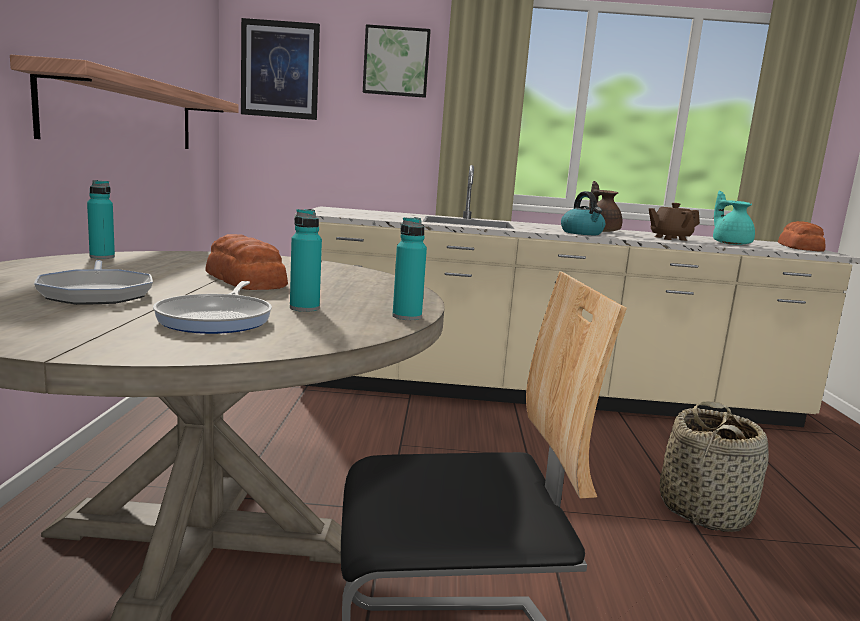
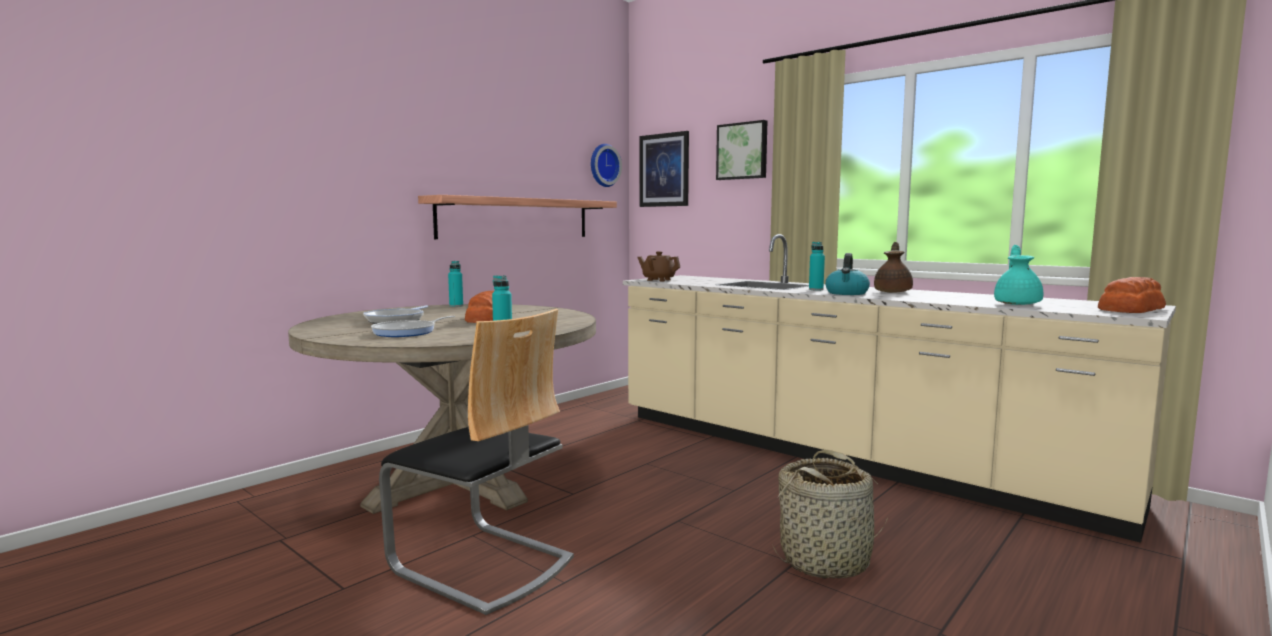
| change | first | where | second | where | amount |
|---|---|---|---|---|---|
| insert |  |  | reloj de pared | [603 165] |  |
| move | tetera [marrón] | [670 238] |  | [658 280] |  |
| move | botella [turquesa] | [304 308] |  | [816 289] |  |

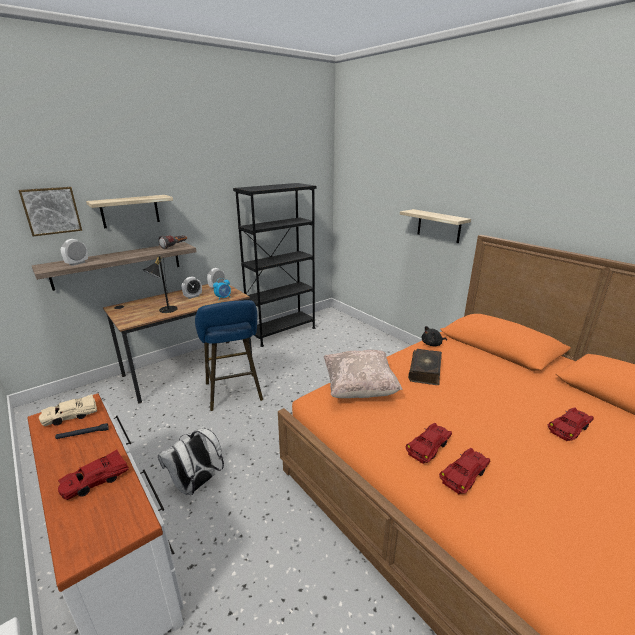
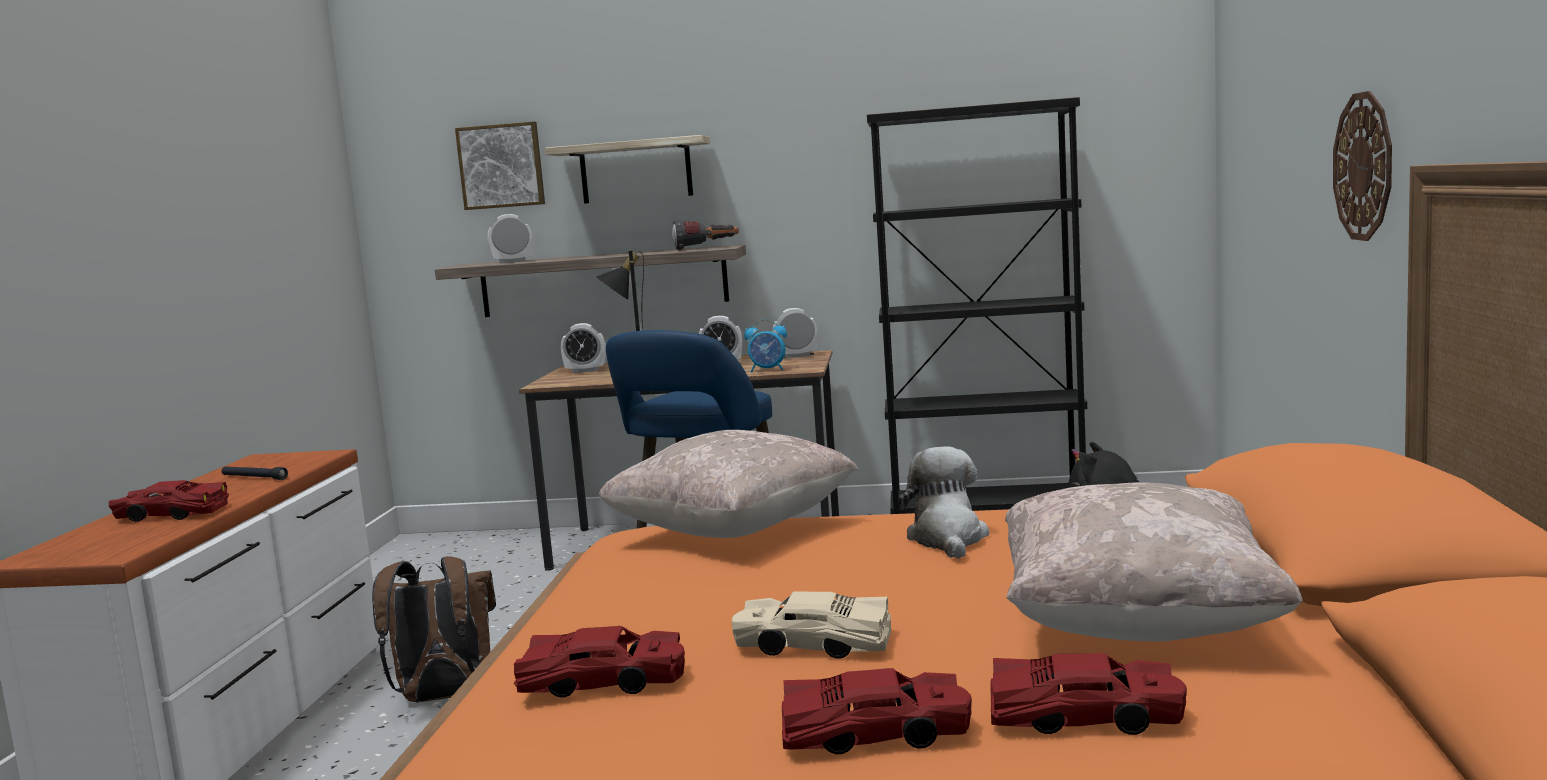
| change | first | where | second | where | amount |
|---|---|---|---|---|---|
| recolor | mochila [blanco] | [196 485] | mochila [marrón] | [443 697] |  |
| insert |  |  | despertador | [585 371] |  |
| move | coche de juguete [beis] | [70 416] |  | [812 643] |  |
| move | coche de juguete [rojo] | [429 447] |  | [875 734] |  |
| replace | libro | [425 371] | peluche | [947 539] |  |
| insert |  |  | cojín [beis] | [1137 624] |  |
| replace | estante | [438 226] | reloj de pared | [1364 166] |  |

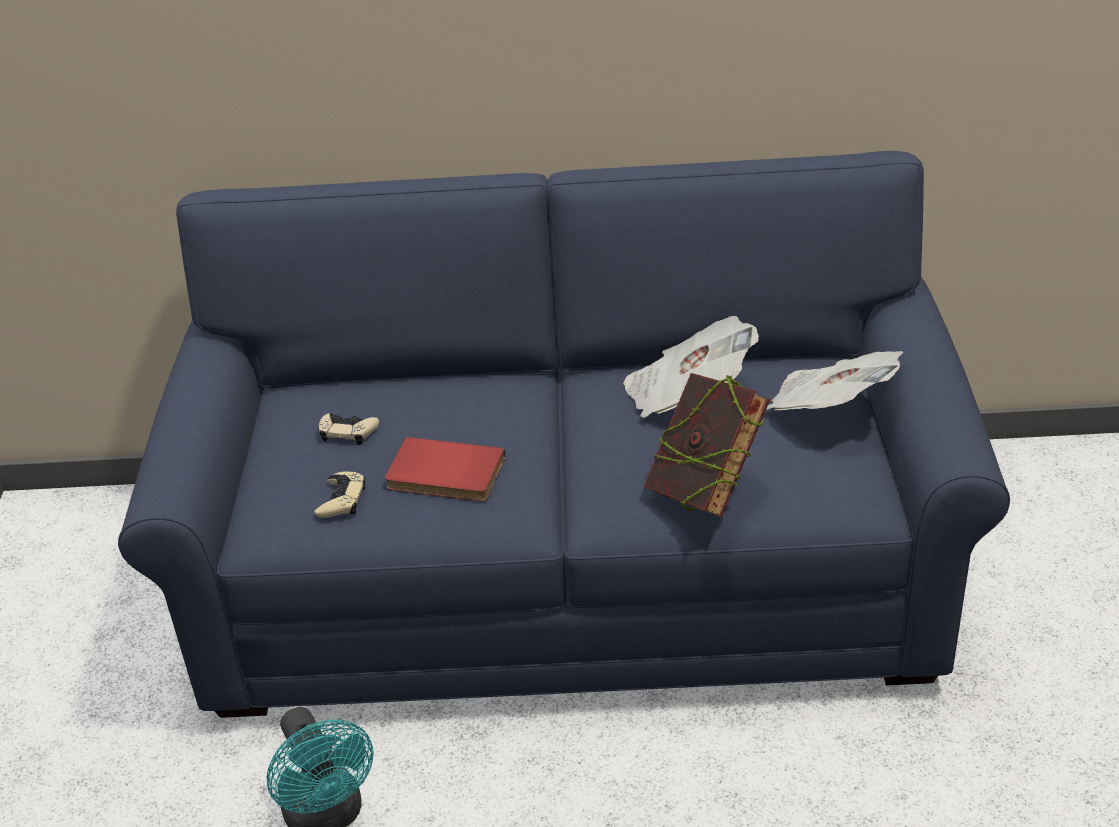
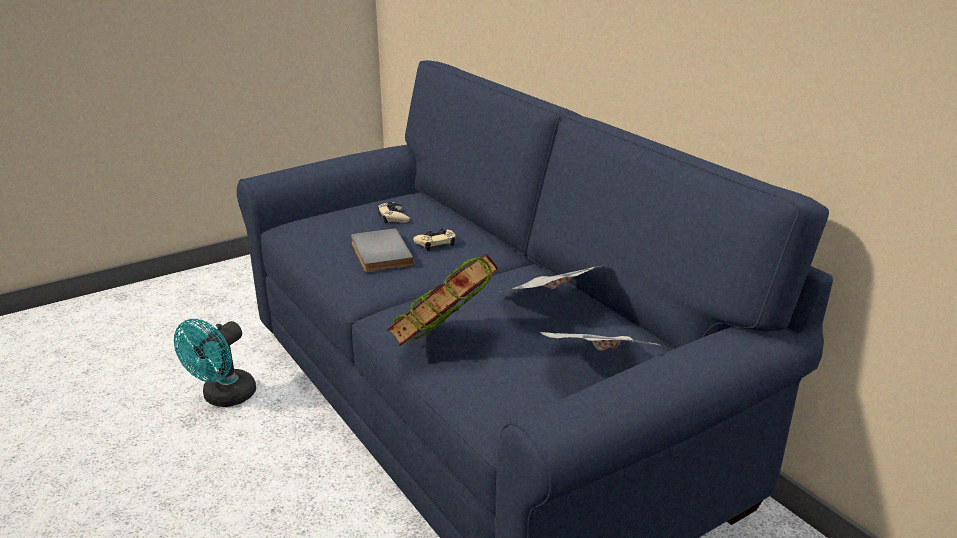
| change | first | where | second | where | amount |
|---|---|---|---|---|---|
| recolor | libro [rojo] | [444 475] | libro [gris] | [378 253] |  |
| move | mando de consola [beis] | [342 500] |  | [436 243] |  |

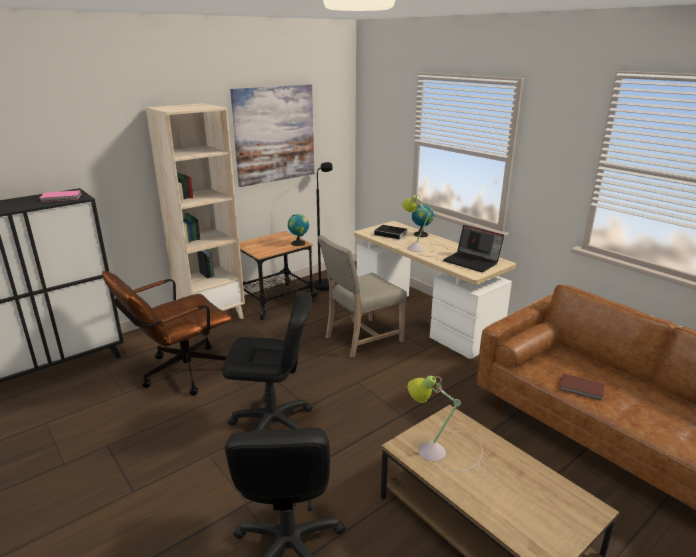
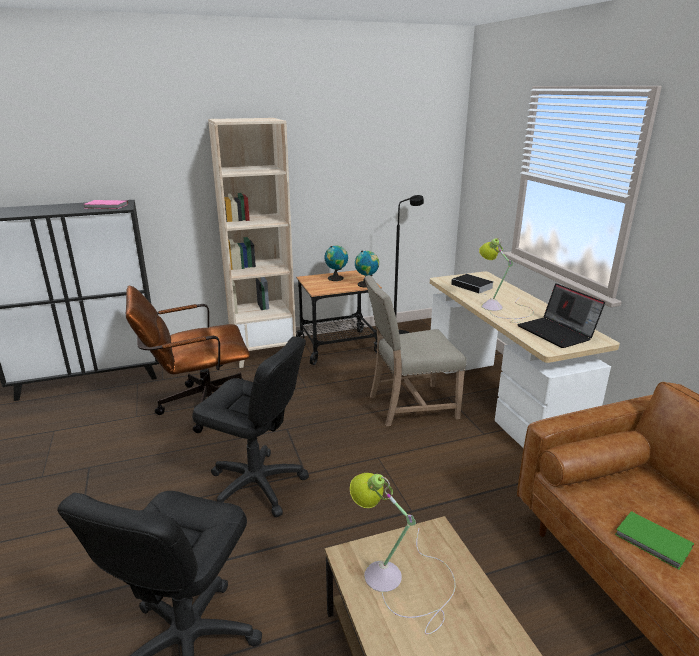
| change | first | where | second | where | amount |
|---|---|---|---|---|---|
| move | globo terráqueo | [421 234] |  | [336 278] |  |
| recolor | libro [marrón] | [582 389] | libro [verde] | [653 542] |  |
| delete | cuadro | [274 134] |  |  |  |

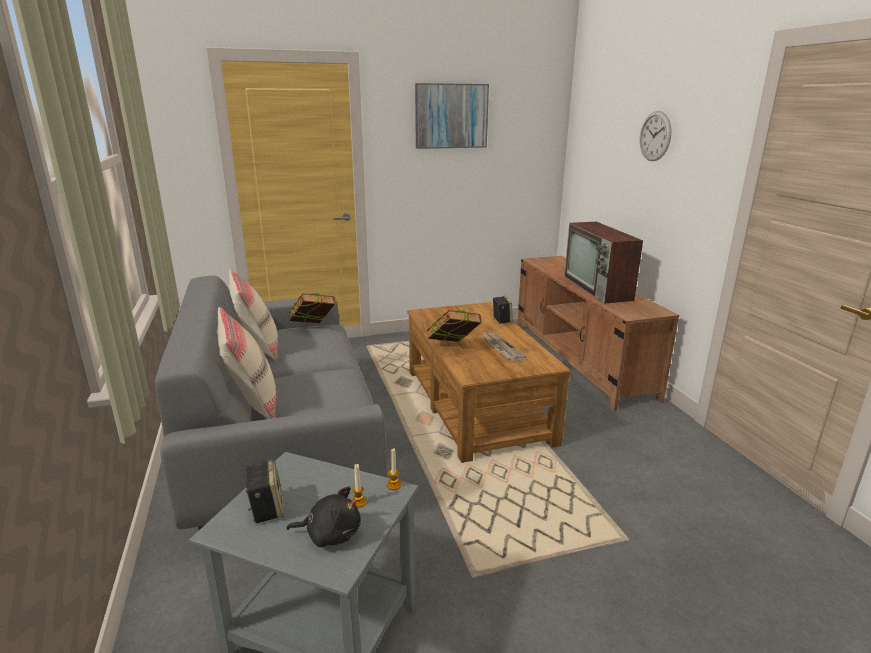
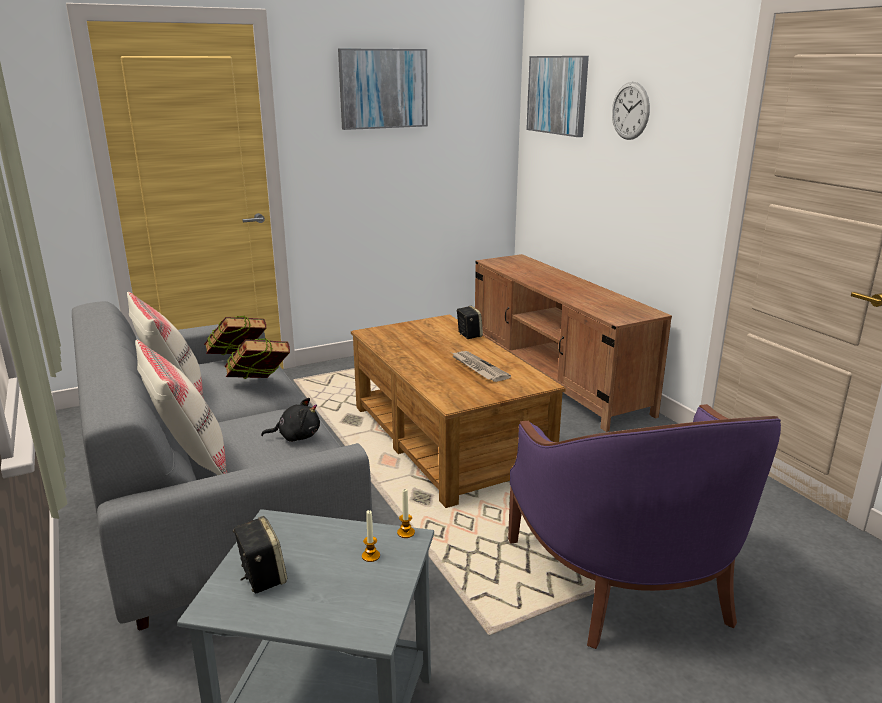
| change | first | where | second | where | amount |
|---|---|---|---|---|---|
| move | libro | [453 348] |  | [259 387] |  |
| move | peluche [negro] | [330 534] |  | [296 436] |  |
| insert |  |  | sillón [morado] | [625 578] |  |
| insert |  |  | cuadro | [557 95] |  |
| delete | televisor | [598 288] |  |  |  |

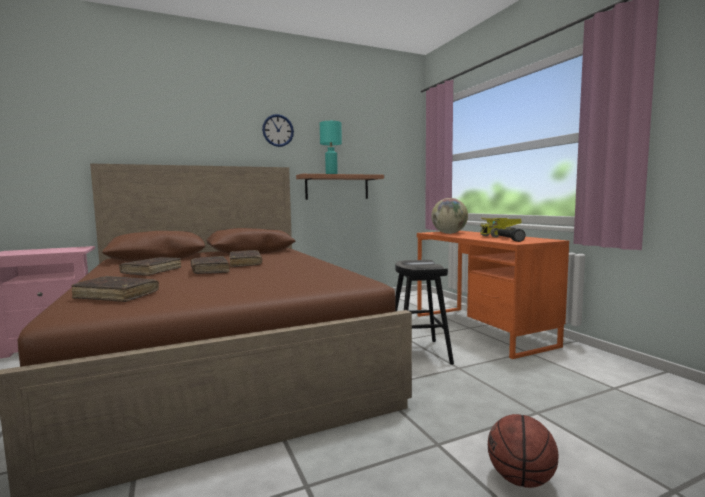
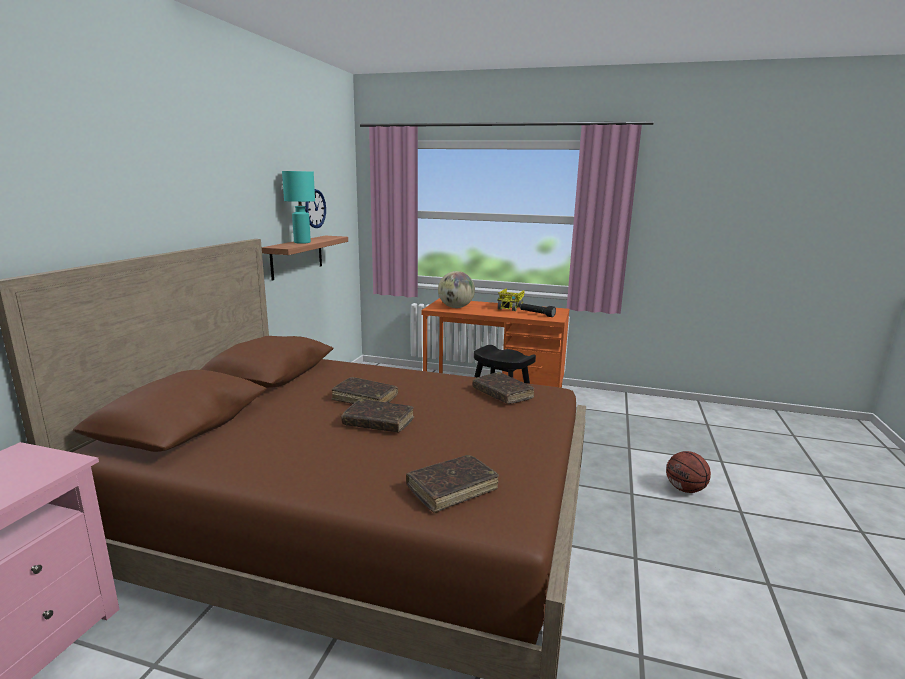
| change | first | where | second | where | amount |
|---|---|---|---|---|---|
| move | reloj de pared | [278 130] |  | [315 208] |  |
| move | libro [marrón] | [152 271] |  | [502 394] |  |

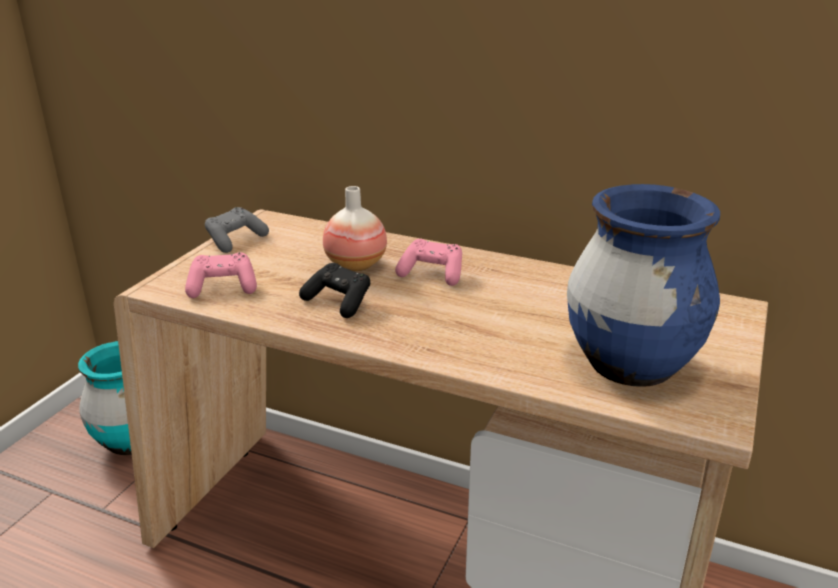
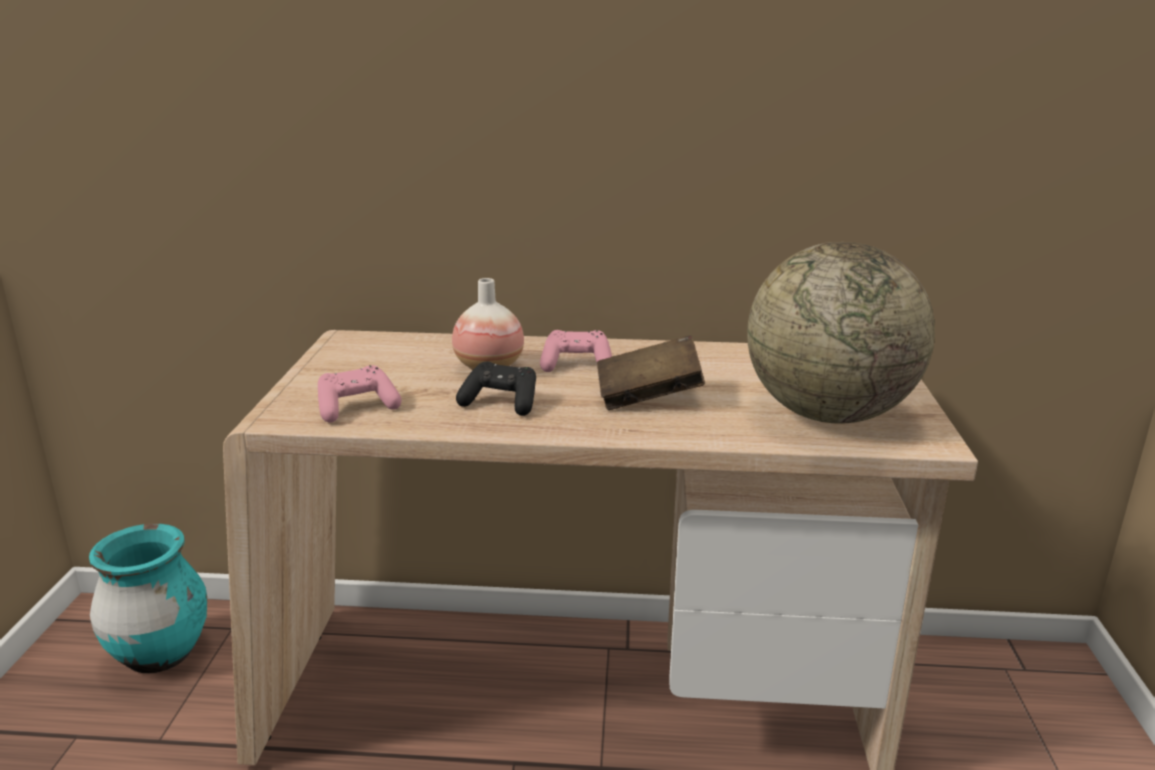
| change | first | where | second | where | amount |
|---|---|---|---|---|---|
| insert |  |  | libro [marrón] | [648 397] |  |
| replace | florero [azul] | [630 366] | globo terráqueo | [827 414] |  |
| delete | mando de consola [gris] | [235 240] |  |  |  |

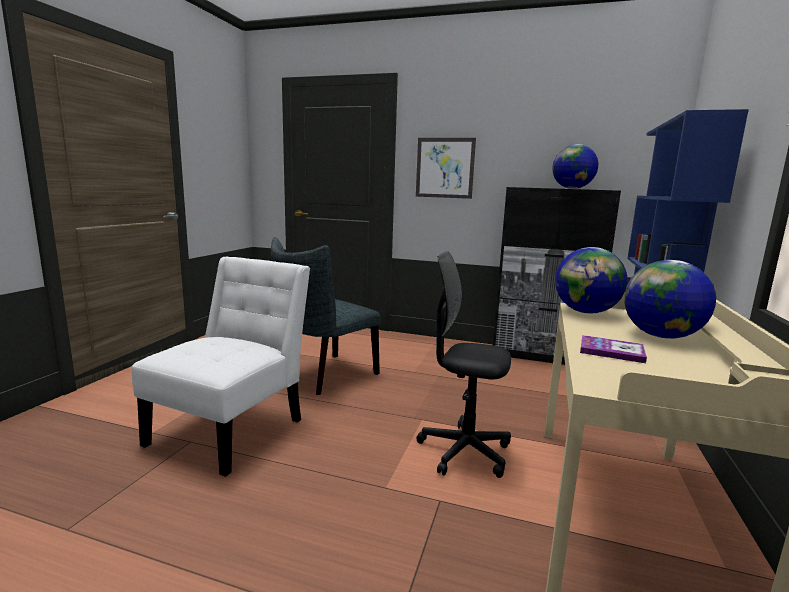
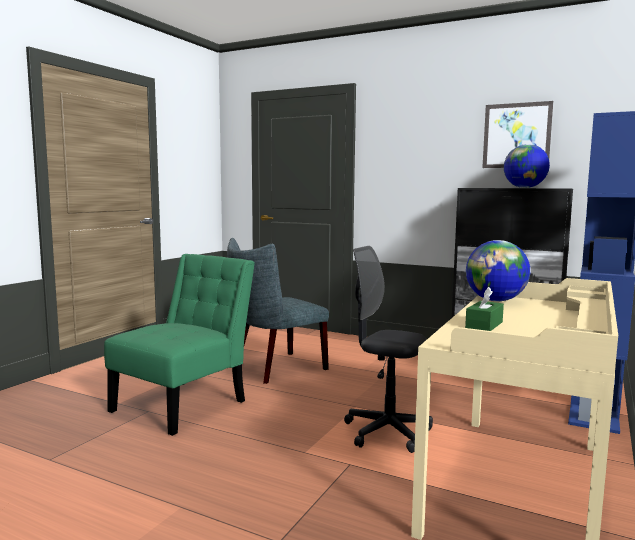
| change | first | where | second | where | amount |
|---|---|---|---|---|---|
| recolor | silla [blanco] | [233 428] | silla [verde] | [184 404] |  |
| replace | libro | [611 351] | caja de pañuelos [verde] | [484 325] |  |
| move | cuadro | [445 168] |  | [516 135] |  |
| delete | globo terráqueo | [661 336] |  |  |  |

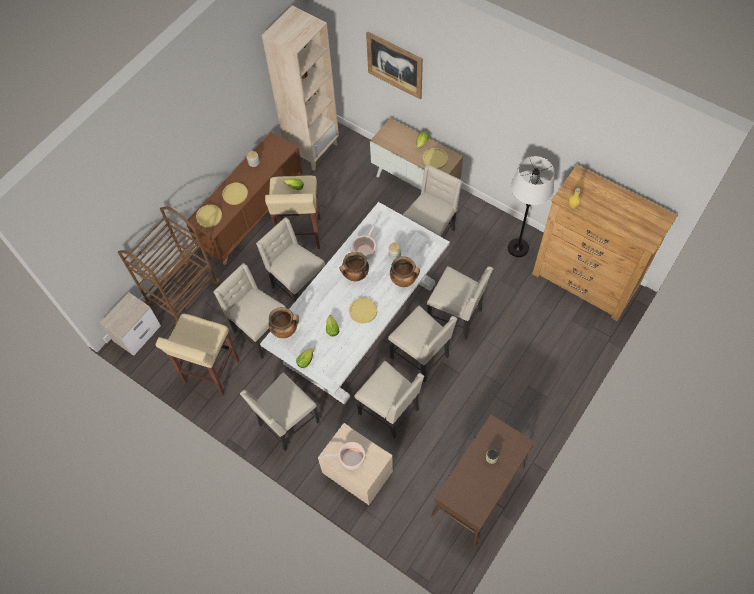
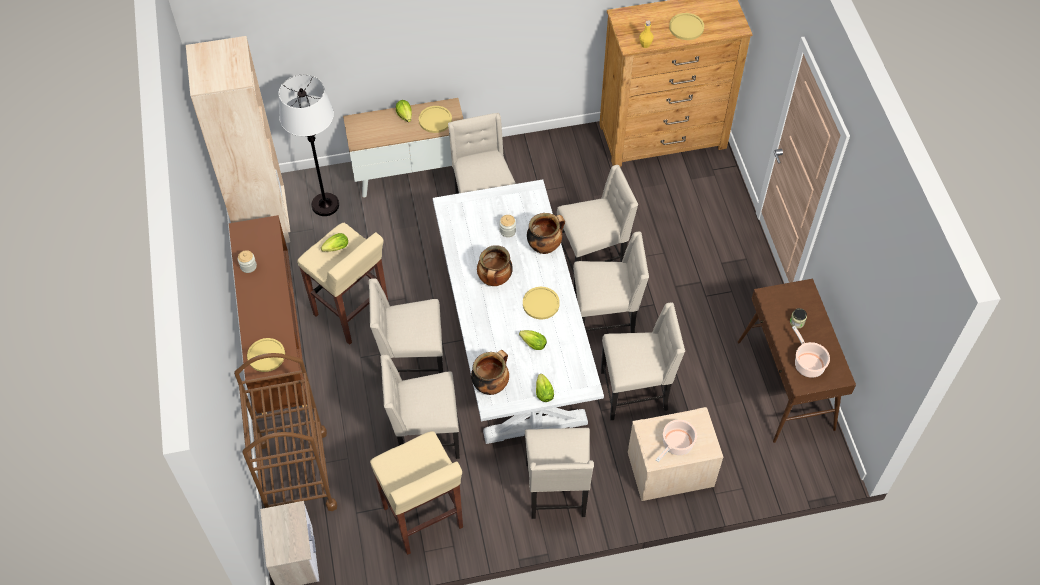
| change | first | where | second | where | amount |
|---|---|---|---|---|---|
| move | lámpara de pie [blanco] | [518 248] |  | [325 205] |  |
| move | plato [amarillo] | [235 194] |  | [686 27] |  |
| move | olla | [365 250] |  | [808 363] |  |
| delete | cuadro | [395 65] |  |  |  |

